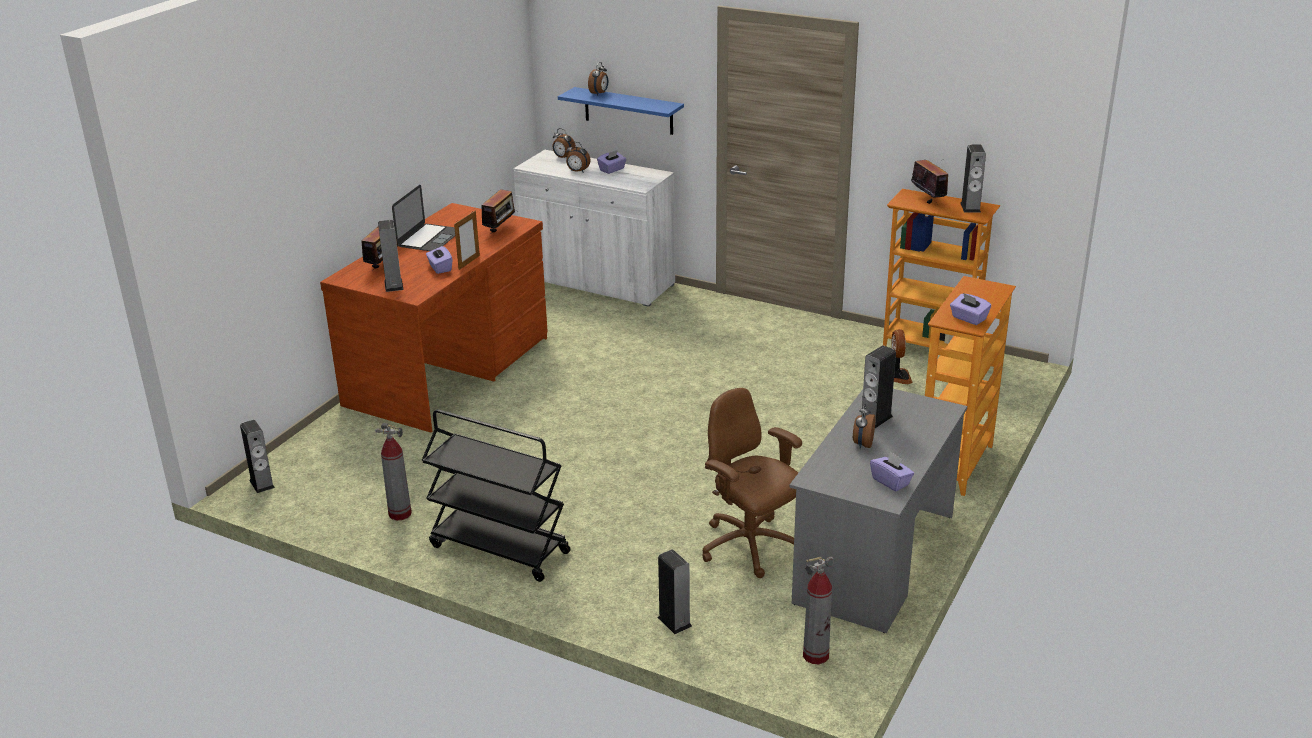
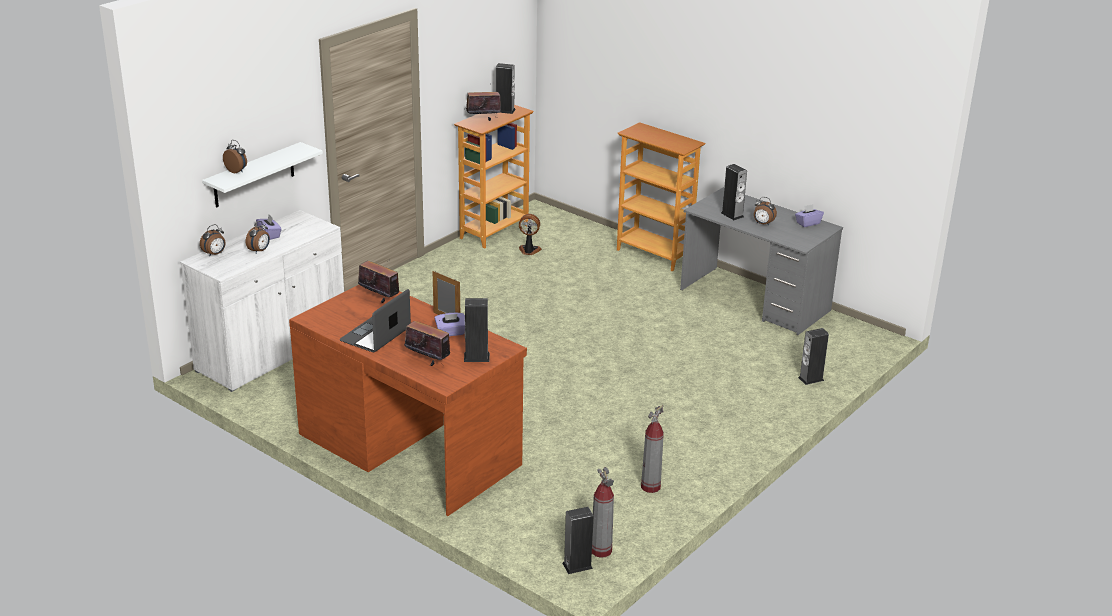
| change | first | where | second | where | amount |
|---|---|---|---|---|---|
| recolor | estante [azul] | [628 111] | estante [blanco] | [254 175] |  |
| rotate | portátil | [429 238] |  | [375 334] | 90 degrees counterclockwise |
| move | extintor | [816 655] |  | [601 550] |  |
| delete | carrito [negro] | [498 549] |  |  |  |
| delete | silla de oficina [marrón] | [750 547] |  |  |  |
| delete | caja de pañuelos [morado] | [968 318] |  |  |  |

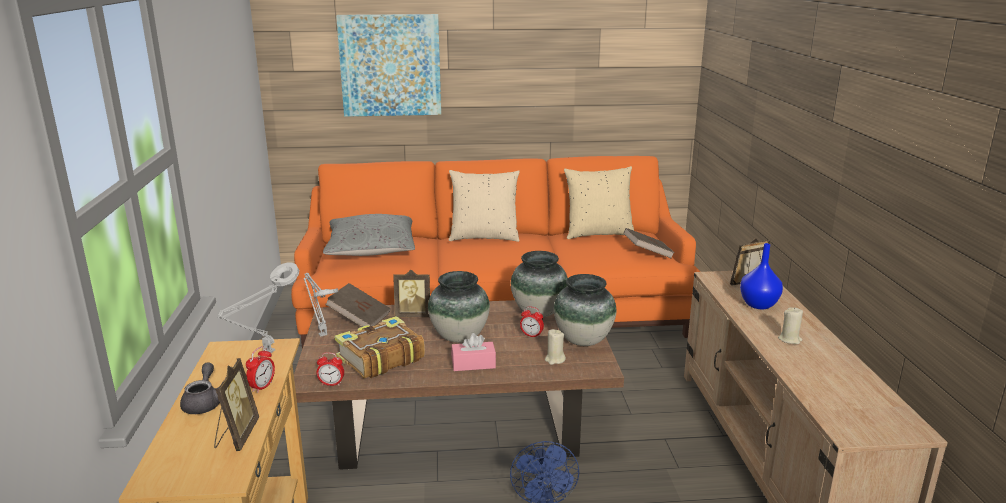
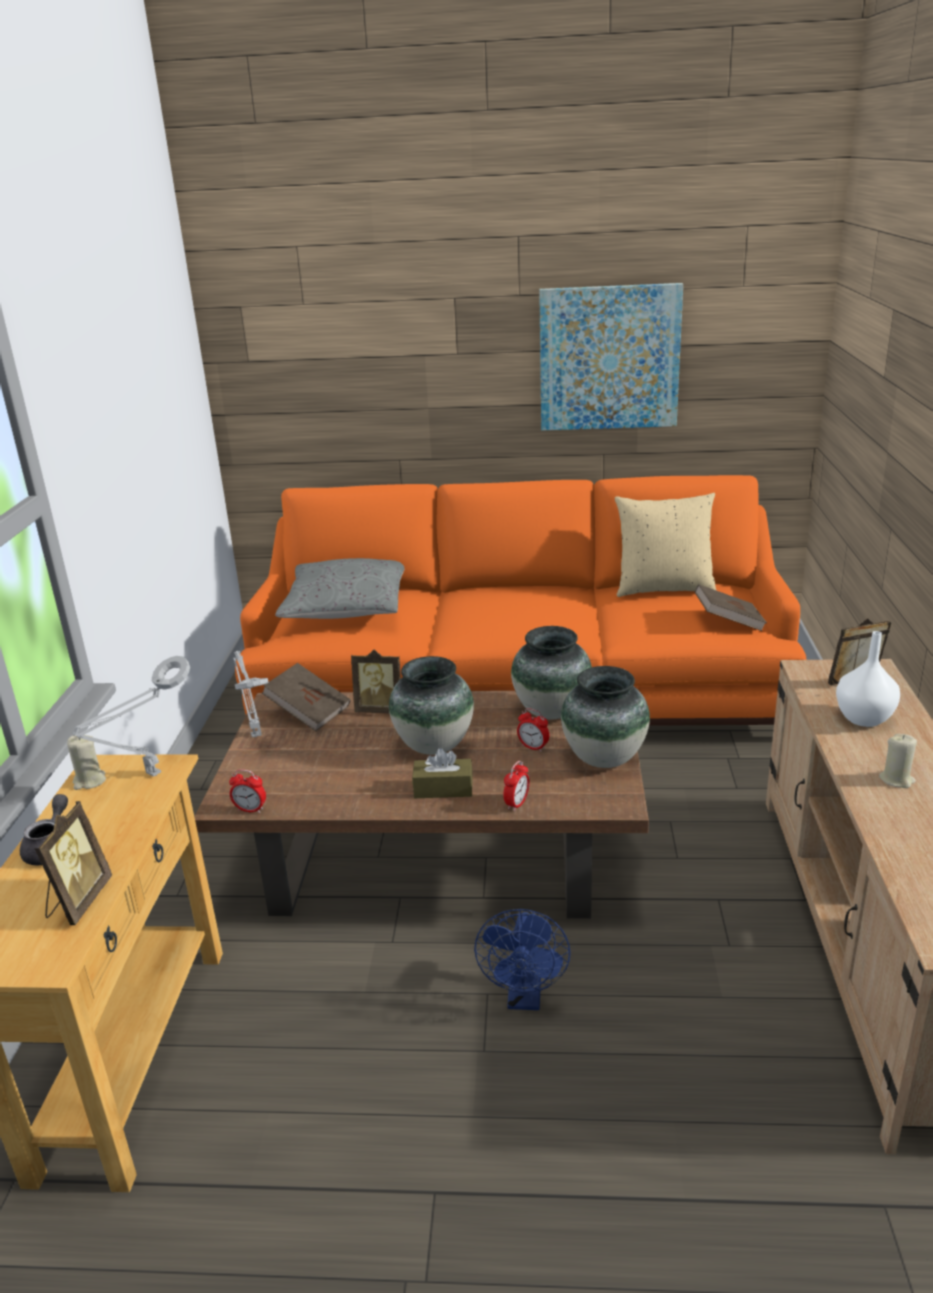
| change | first | where | second | where | amount |
|---|---|---|---|---|---|
| move | vela [beis] | [554 359] |  | [89 781] |  |
| recolor | caja de pañuelos [rosa] | [473 364] | caja de pañuelos [marrón] | [443 788] |  |
| move | despertador | [262 387] |  | [517 804] |  |
| move | cuadro | [390 65] |  | [609 358] |  |
| recolor | florero [azul] | [758 304] | florero [blanco] | [863 718] |  |
| delete | libro | [379 358] |  |  |  |
| delete | cojín [beis] | [484 237] |  |  |  |

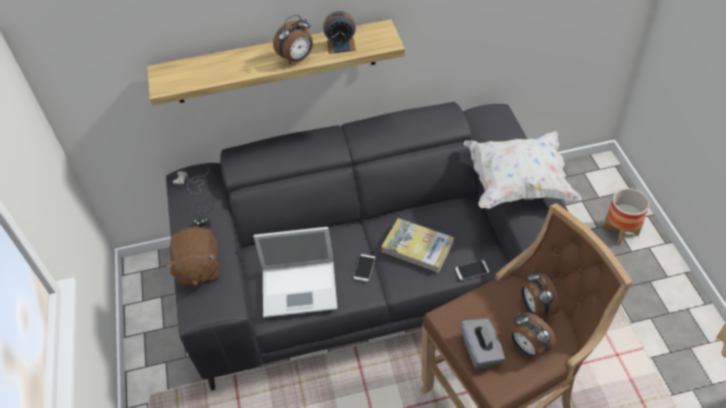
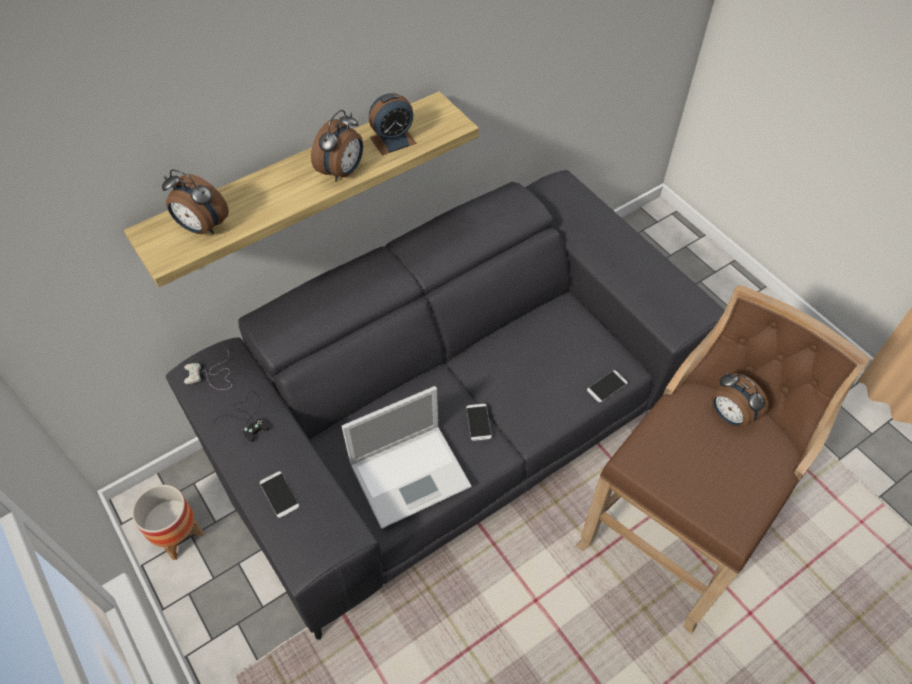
| change | first | where | second | where | amount |
|---|---|---|---|---|---|
| move | maceta | [620 231] |  | [178 535] |  |
| move | despertador | [528 348] |  | [202 227] |  |
| replace | peluche [marrón] | [198 268] | móvil | [279 494] |  |
| delete | libro | [417 247] |  |  |  |
| delete | caja de pañuelos [gris] | [481 351] |  |  |  |
| delete | cojín [blanco] | [517 184] |  |  |  |

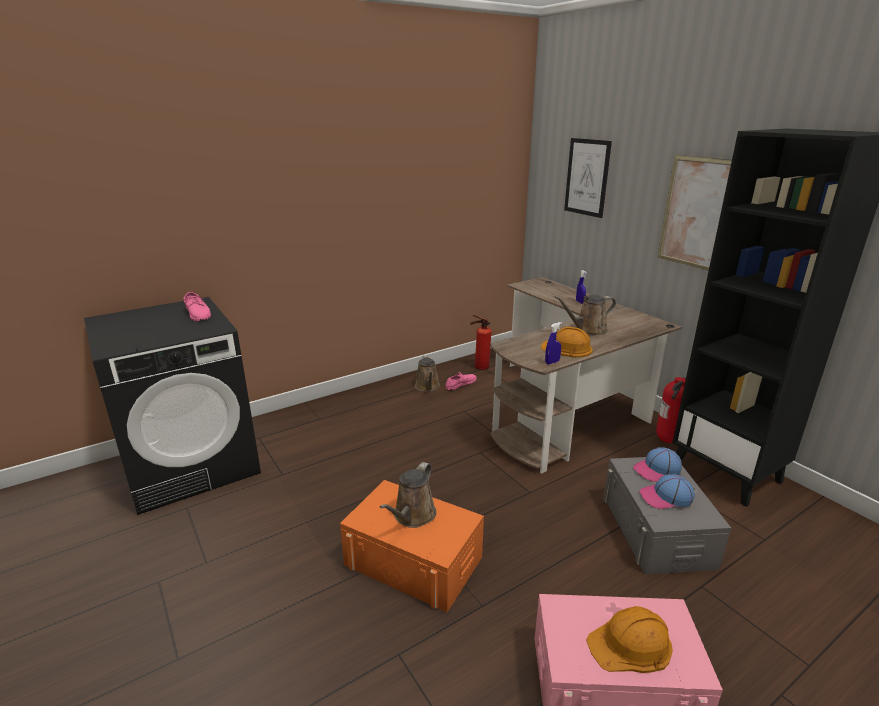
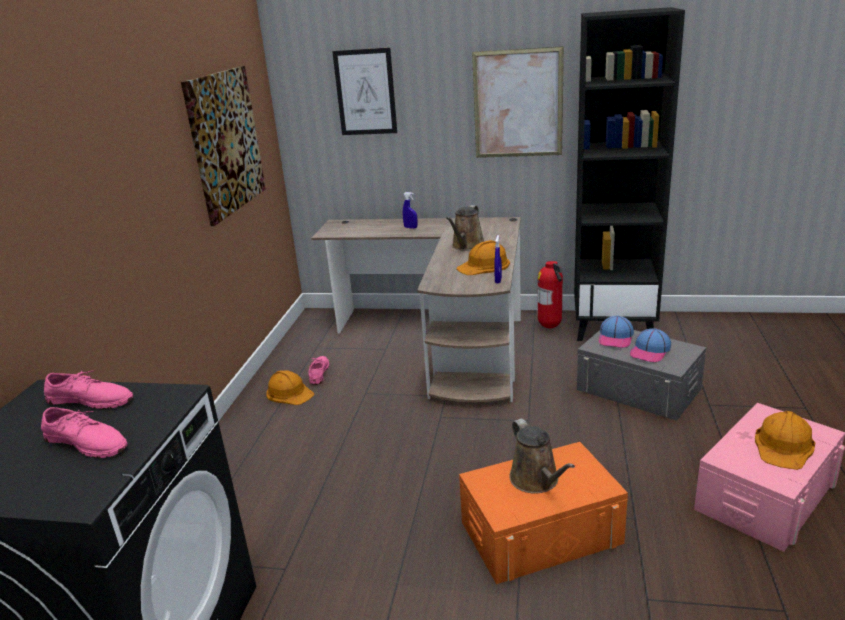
| change | first | where | second | where | amount |
|---|---|---|---|---|---|
| insert |  |  | zapato [rosa] | [87 442] |  |
| insert |  |  | cuadro | [225 142] |  |
| replace | regadera [marrón] | [427 387] | casco [naranja] | [289 393] |  |
| delete | extintor | [479 367] |  |  |  |

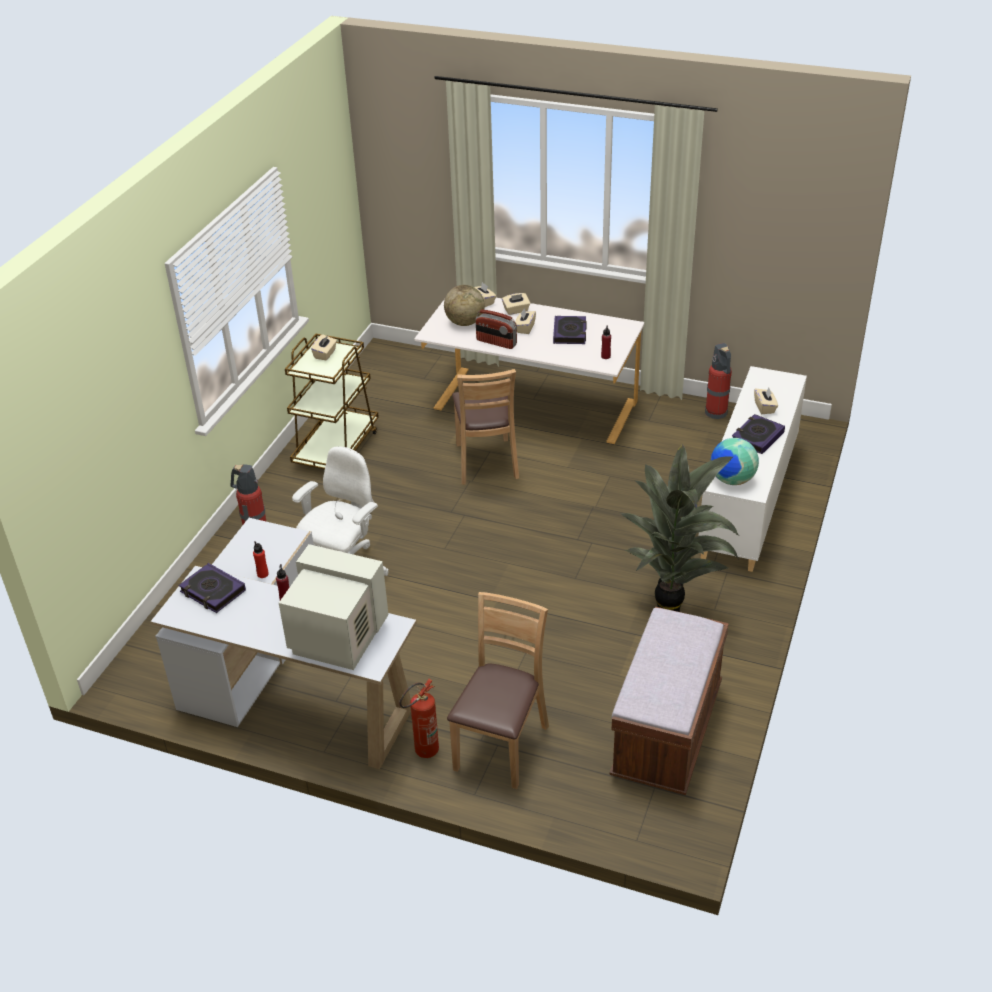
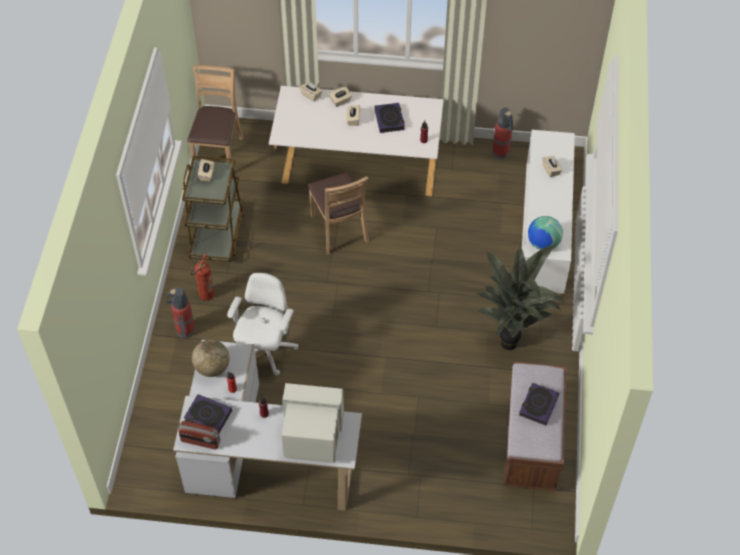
| change | first | where | second | where | amount |
|---|---|---|---|---|---|
| move | radio | [496 342] |  | [200 441] |  |
| move | silla [marrón] | [501 746] |  | [218 153] |  |
| move | extintor | [422 753] |  | [204 297] |  |
| move | globo terráqueo | [465 322] |  | [212 368] |  |
| move | libro | [757 437] |  | [538 405] |  |

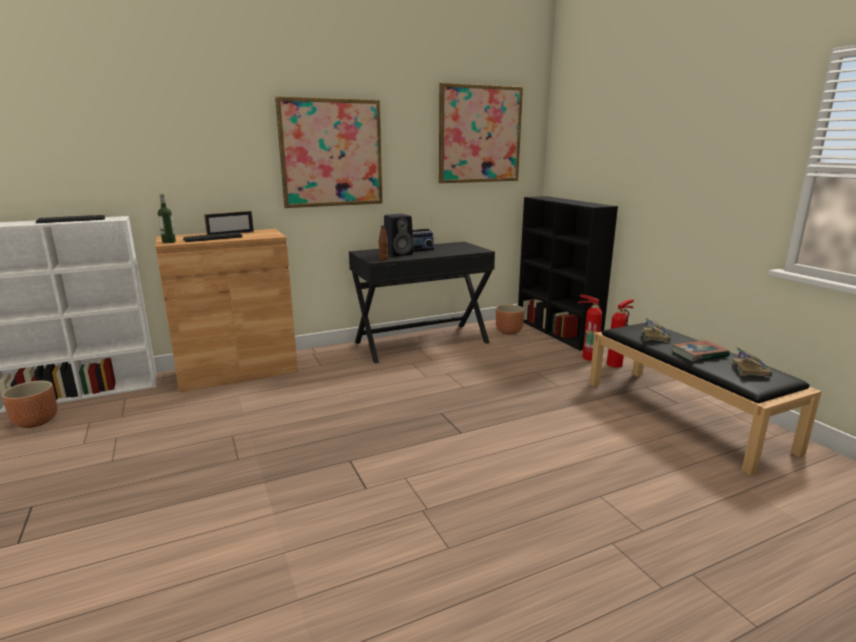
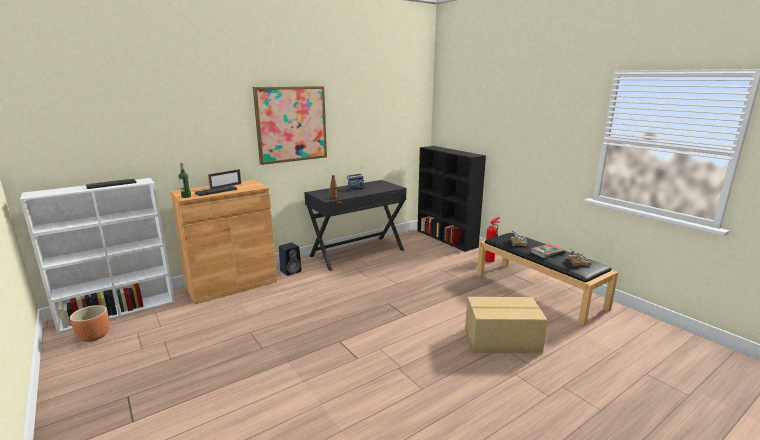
| change | first | where | second | where | amount |
|---|---|---|---|---|---|
| move | altavoz [negro] | [399 253] |  | [291 271] |  |
| insert |  |  | caja de cartón | [502 341] |  |
| delete | cuadro | [479 134] |  |  |  |
| delete | maceta [marrón] | [509 331] |  |  |  |
| delete | extintor | [589 357] |  |  |  |

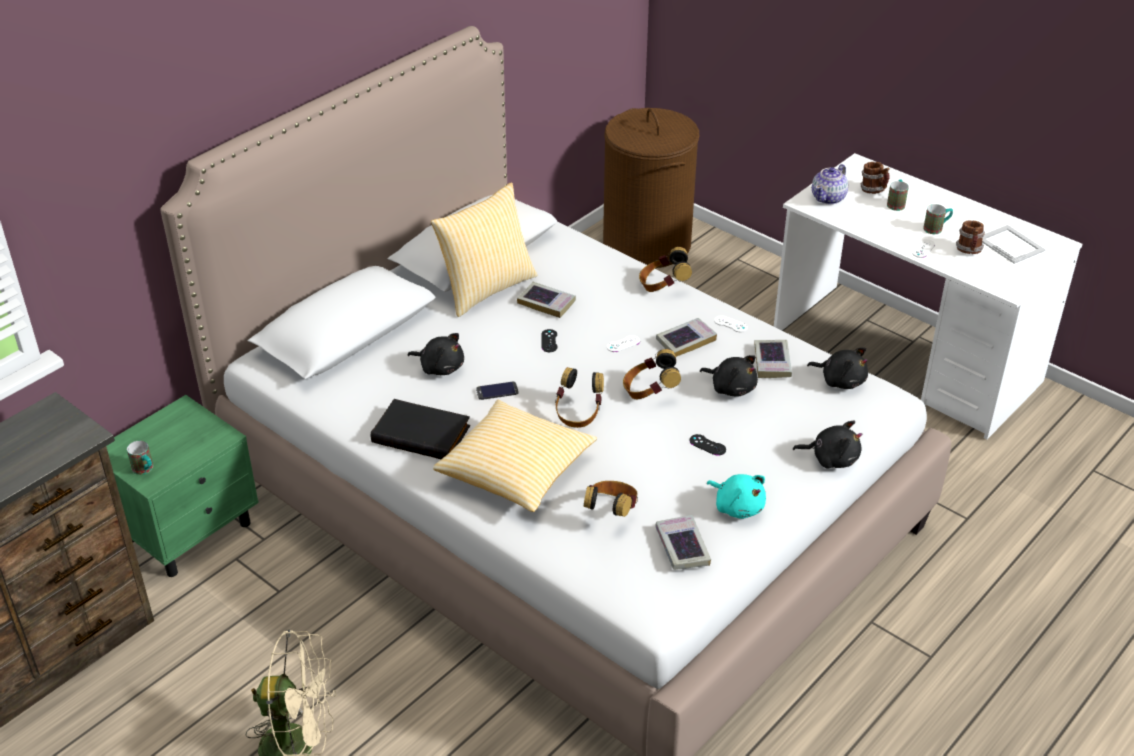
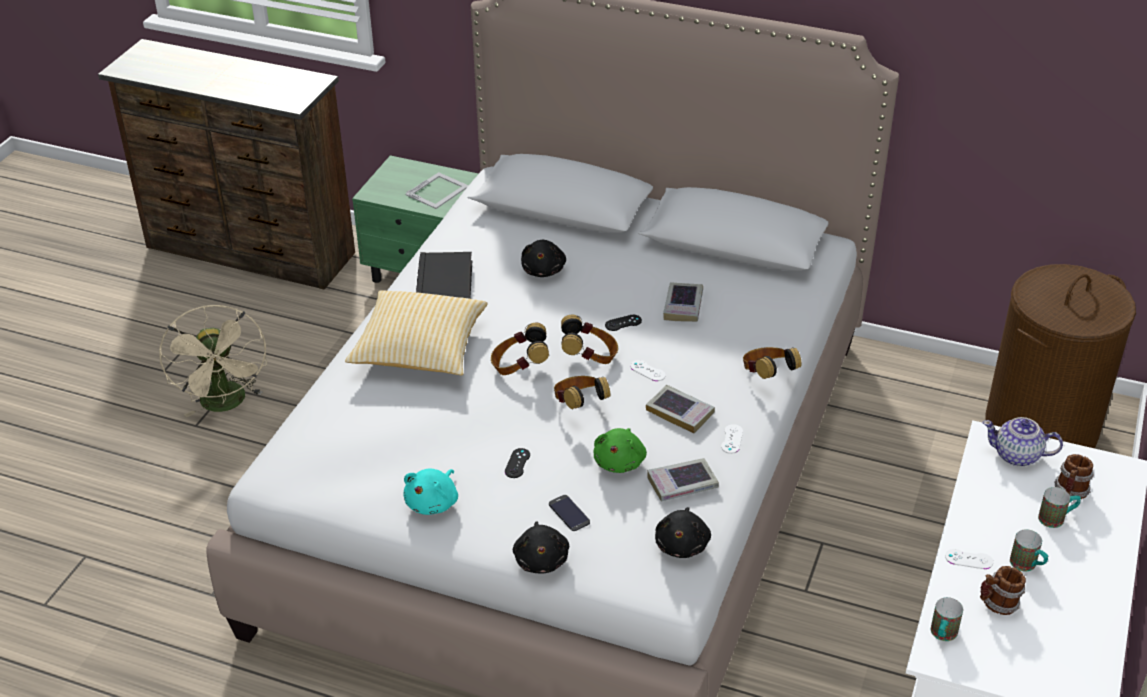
| change | first | where | second | where | amount |
|---|---|---|---|---|---|
| move | portarretratos | [1010 244] |  | [438 190] |  |
| move | móvil | [497 391] |  | [569 513] |  |
| move | auriculares | [611 511] |  | [589 357] |  |
| recolor | peluche [negro] | [731 387] | peluche [verde] | [620 462] |  |
| move | taza grande | [145 470] |  | [942 635] |  |
| delete | cojín | [486 288] |  |  |  |
| delete | libro | [682 547] |  |  |  |

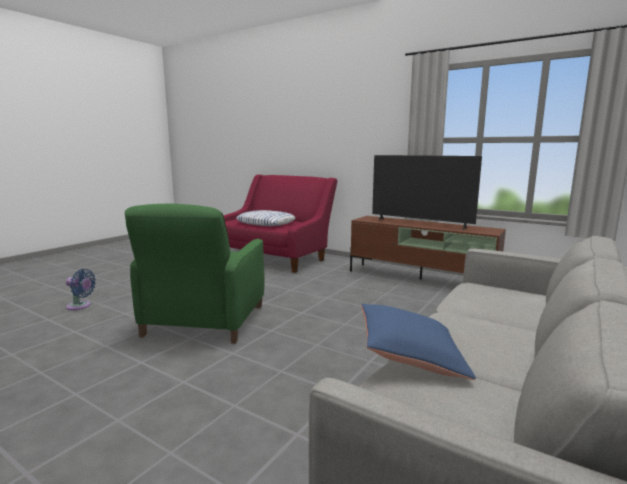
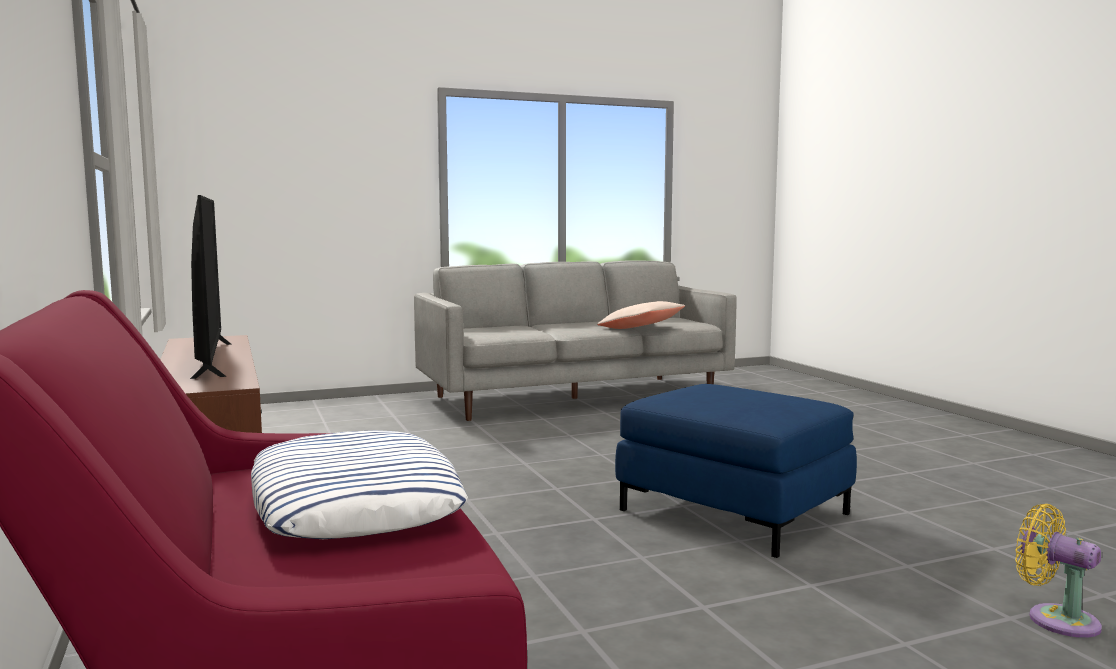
| change | first | where | second | where | amount |
|---|---|---|---|---|---|
| recolor | cojín [azul] | [410 356] | cojín [beis] | [641 328] |  |
| replace | sillón [verde] | [204 321] | puf [azul] | [734 511] |  |
| recolor | ventilador [azul] | [80 306] | ventilador [amarillo] | [1056 619] |  |

